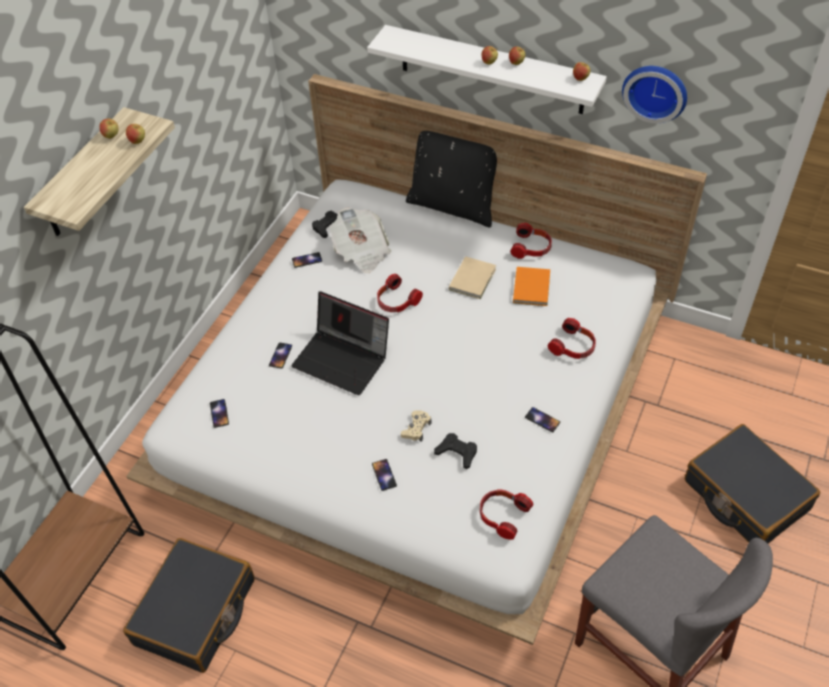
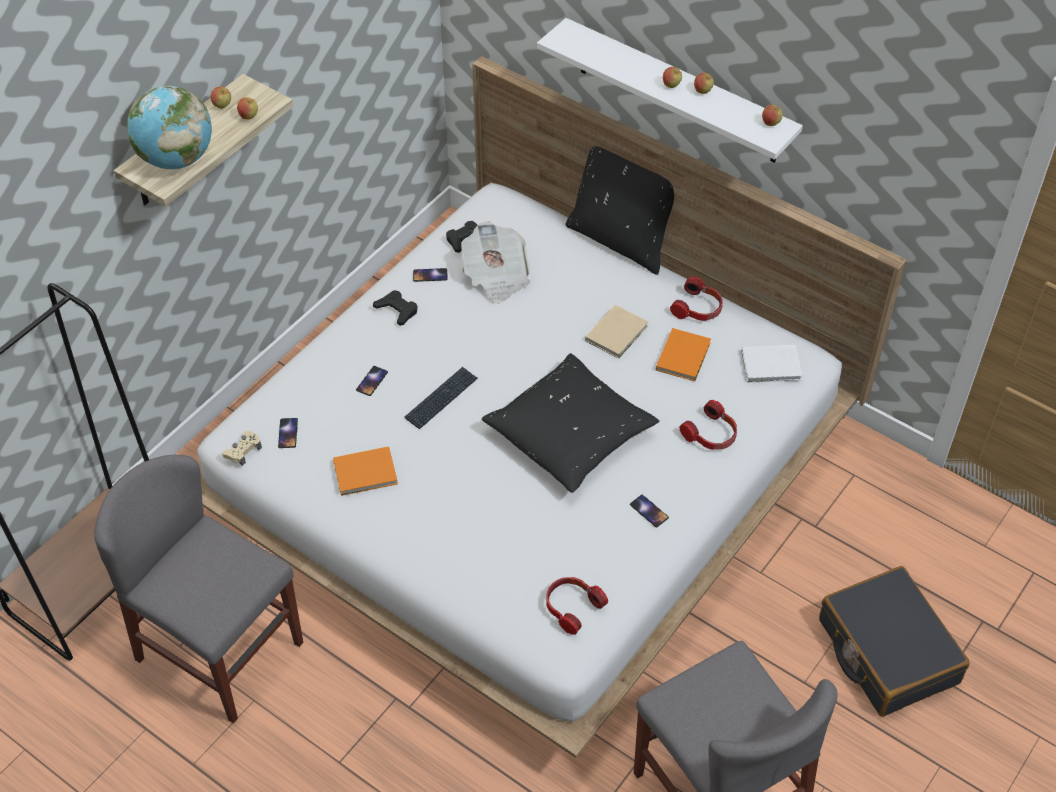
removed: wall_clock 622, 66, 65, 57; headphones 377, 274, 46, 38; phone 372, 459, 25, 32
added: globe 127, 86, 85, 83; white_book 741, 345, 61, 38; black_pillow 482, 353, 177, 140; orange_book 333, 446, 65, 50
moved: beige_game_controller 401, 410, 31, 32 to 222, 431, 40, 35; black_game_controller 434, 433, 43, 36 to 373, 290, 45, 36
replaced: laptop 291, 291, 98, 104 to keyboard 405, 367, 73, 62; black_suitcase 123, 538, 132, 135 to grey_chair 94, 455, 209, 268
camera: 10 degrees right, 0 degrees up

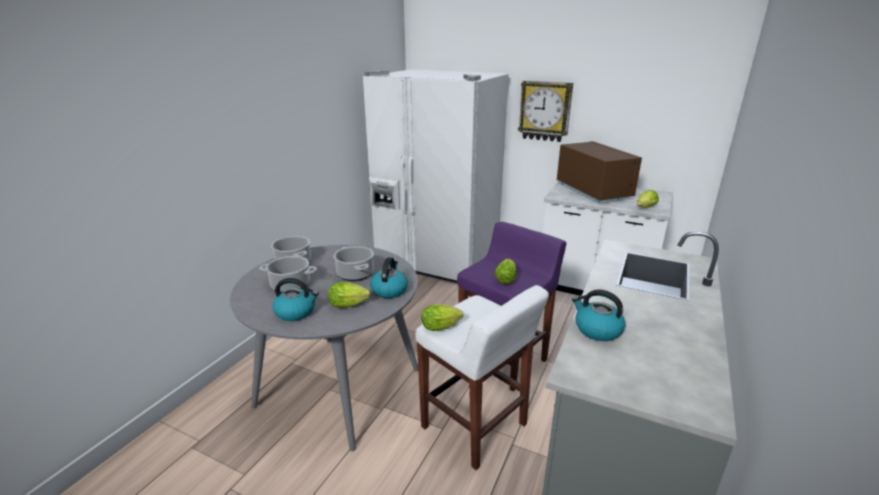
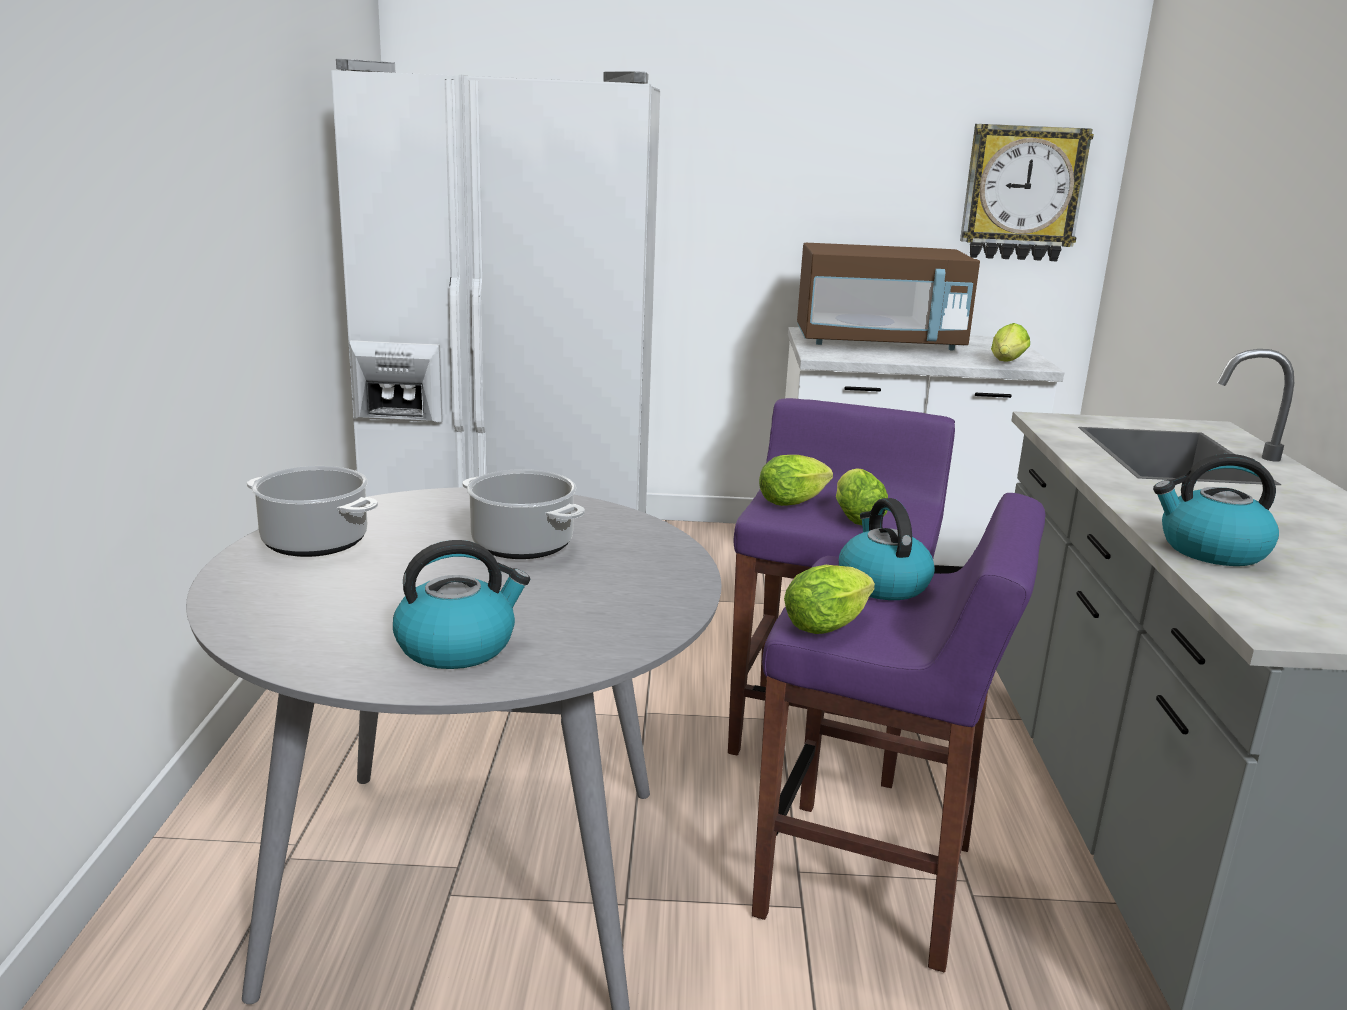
removed: cooking_pot 259, 256, 58, 37
moved: wall_clock 518, 81, 55, 61 to 960, 124, 134, 137; kettle 370, 257, 38, 41 to 839, 498, 96, 102; lettuce 328, 282, 43, 26 to 759, 455, 74, 51
recoloured: white_stool 415, 285, 134, 185 to purple_stool 752, 493, 293, 479
turned: brown_microwave 556, 141, 86, 62 = 797, 243, 183, 107 135 degrees clockwise
camera: 25 degrees left, 5 degrees down

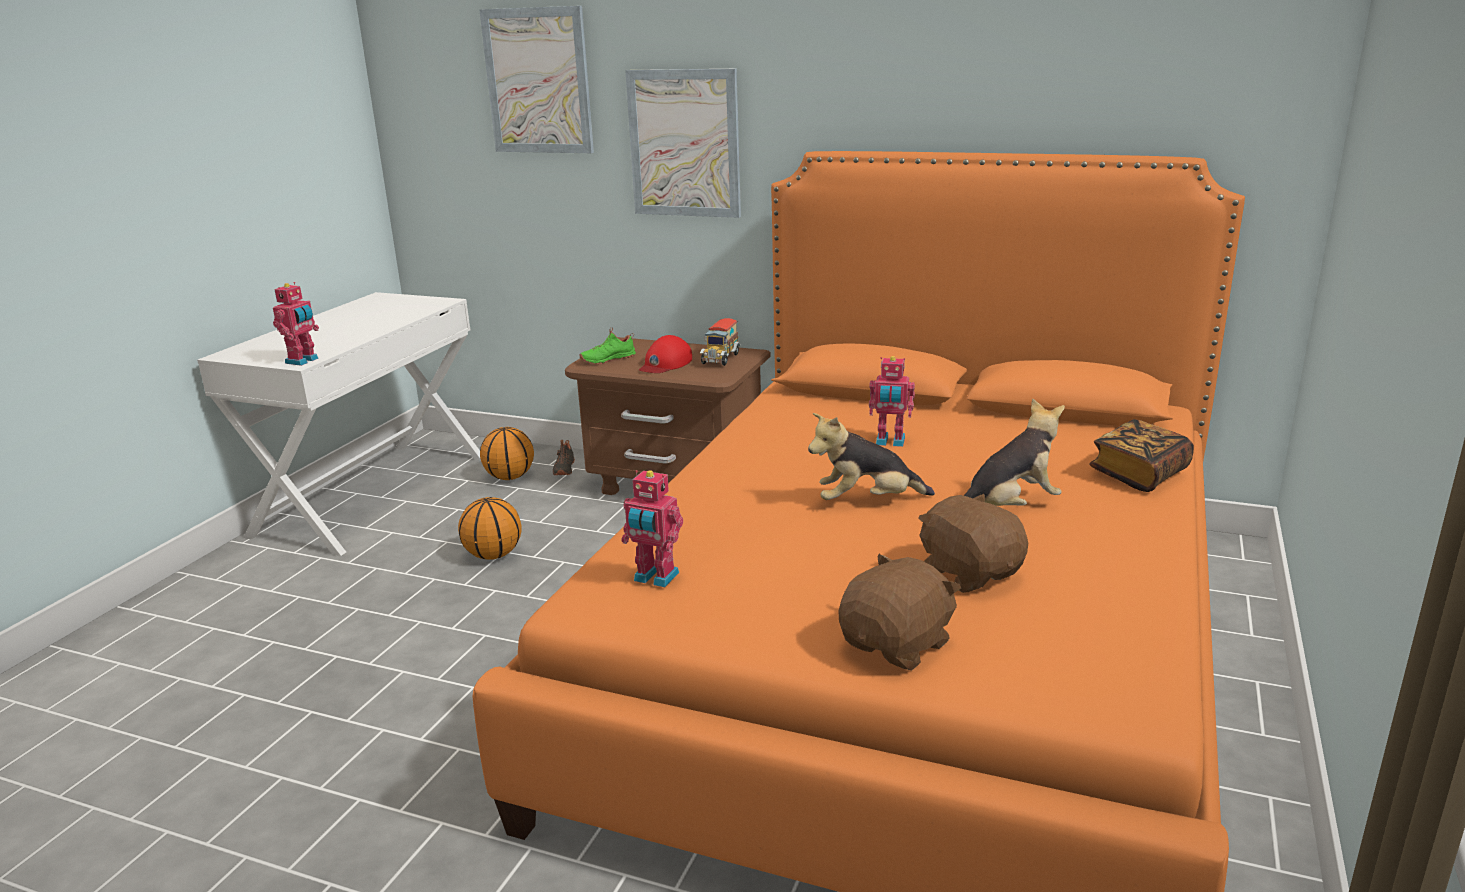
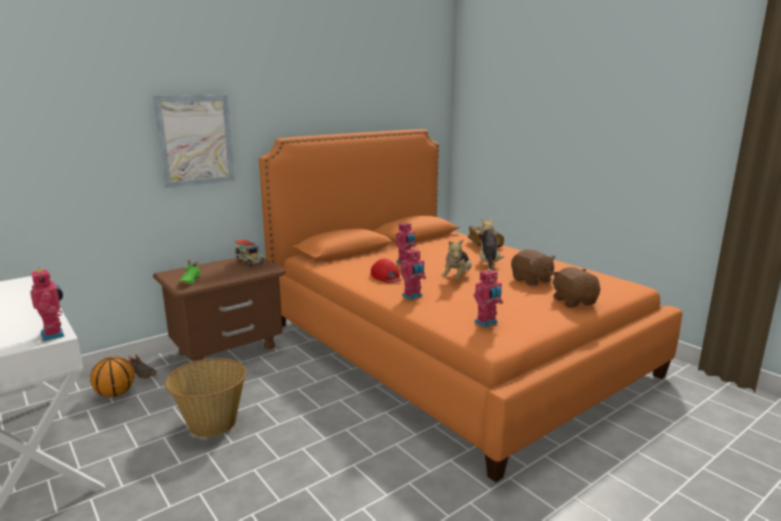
removed: picture 479, 6, 115, 147
added: toy_robot 400, 248, 26, 52
moved: red_cap 639, 335, 53, 38 to 371, 259, 31, 24
replaced: basketball 458, 497, 64, 62 to basket 165, 358, 81, 79
turned: brown_plush_toy 918, 494, 110, 99 = 511, 249, 45, 37 120 degrees counterclockwise
camera: 60 degrees left, 5 degrees down

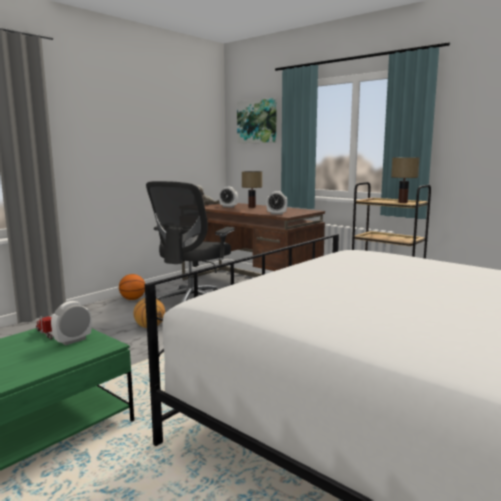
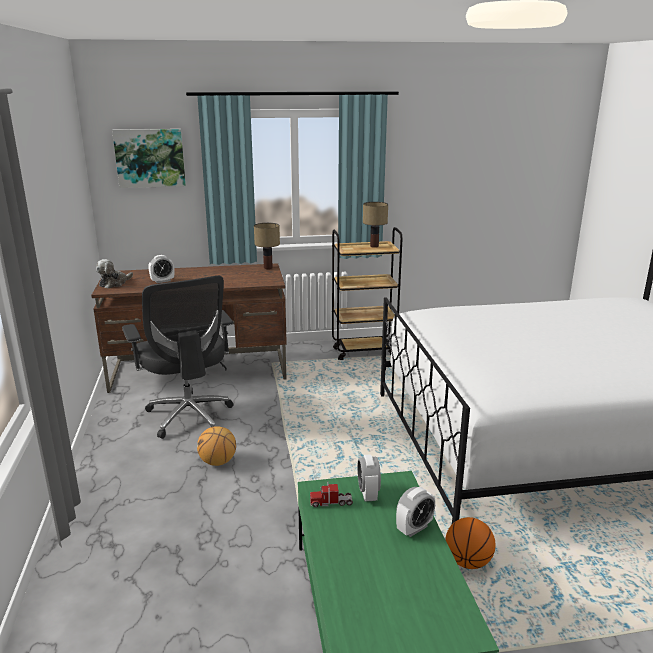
moved: table_lamp 242, 171, 20, 37 to 254, 223, 26, 46; alarm_clock 266, 191, 22, 24 to 396, 487, 39, 50; basketball 119, 274, 26, 26 to 445, 517, 51, 52
camera: 50 degrees left, 10 degrees up

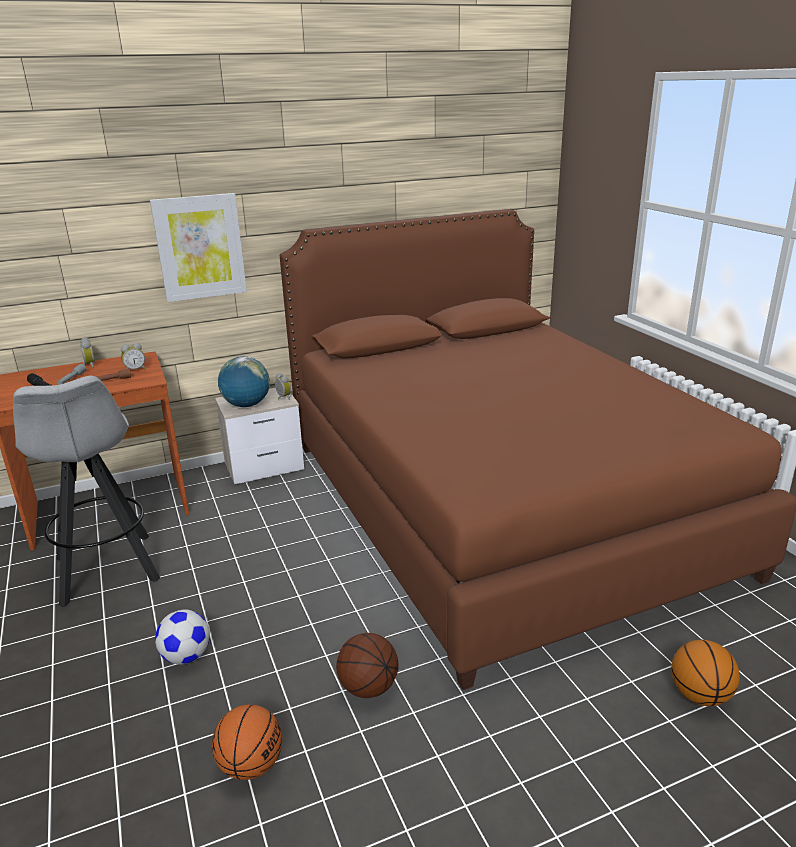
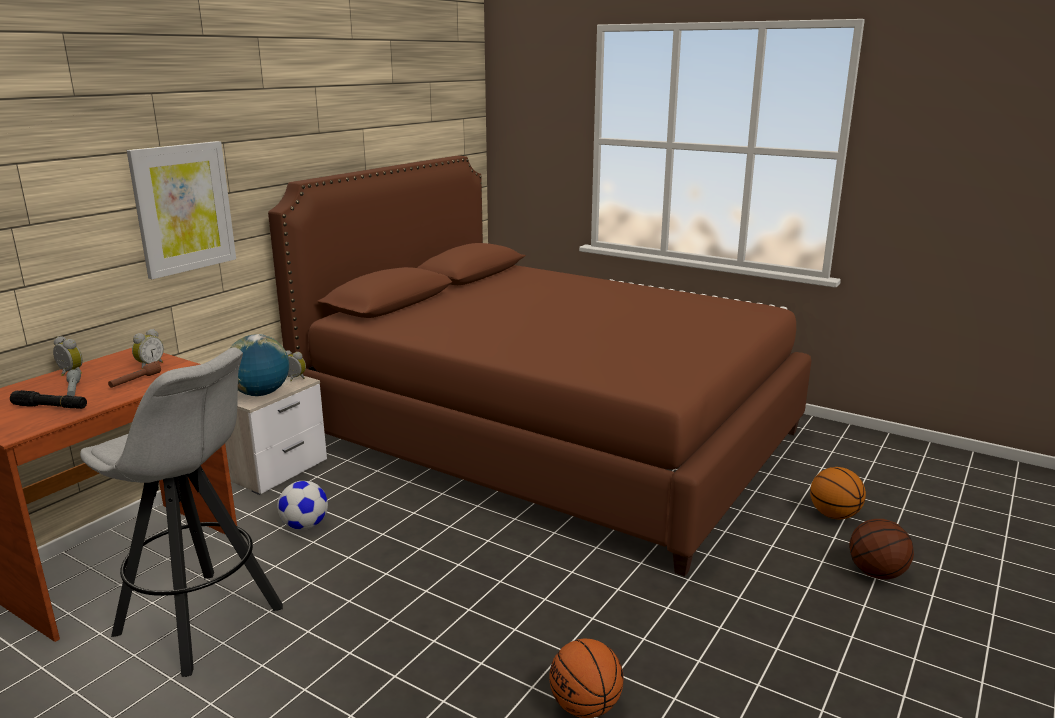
moved: football 155, 610, 55, 55 to 277, 481, 51, 49; basketball 336, 633, 63, 65 to 849, 519, 65, 60
camera: 35 degrees left, 5 degrees down

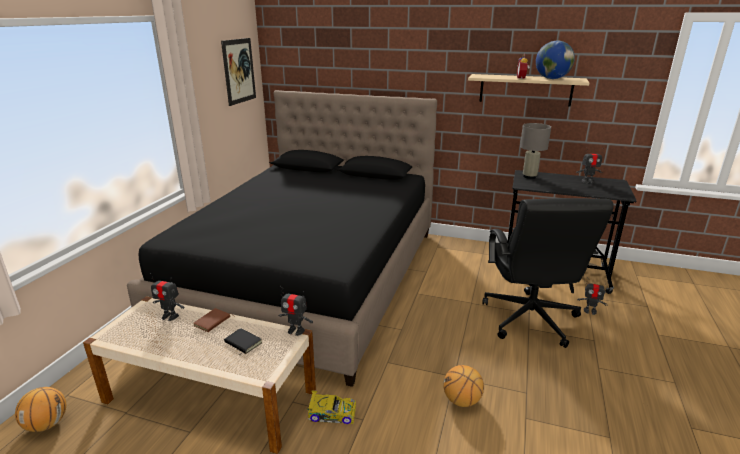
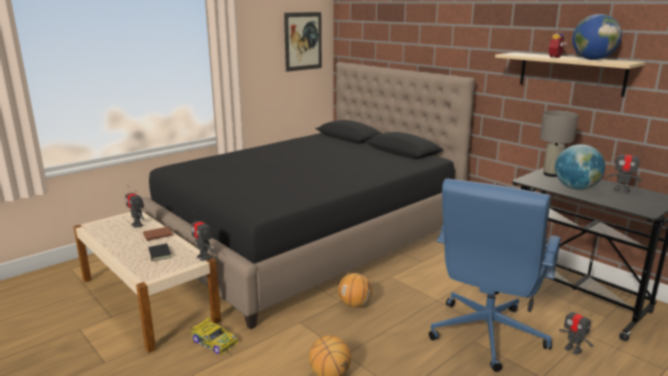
added: globe 555, 144, 50, 46
moved: basketball 15, 387, 51, 45 to 338, 273, 34, 35
recoloured: black_office_chair 482, 198, 132, 150 to blue_office_chair 429, 179, 132, 193
camera: 30 degrees right, 5 degrees down

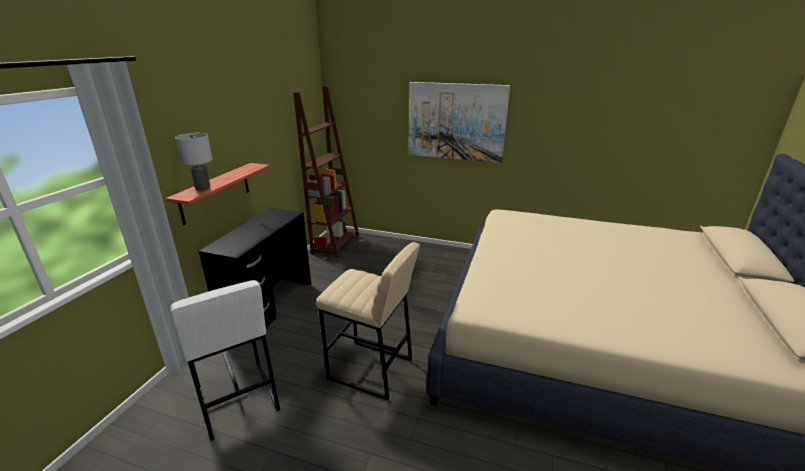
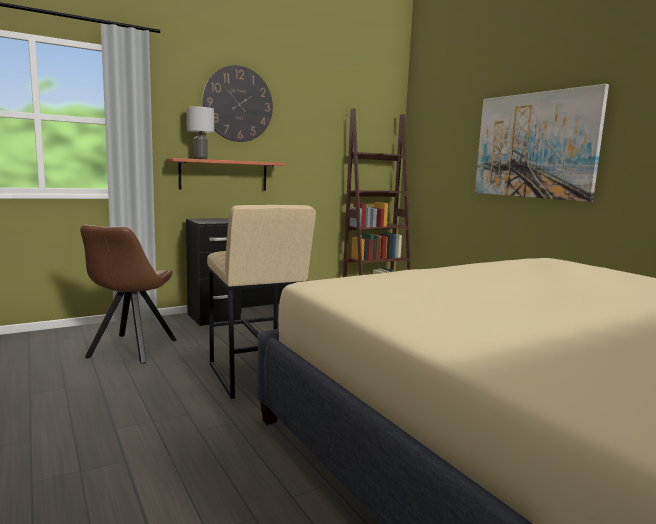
added: wall_clock 203, 65, 70, 77
replaced: white_stool 170, 280, 110, 161 to brown_chair 80, 225, 97, 139
camera: 40 degrees right, 15 degrees down

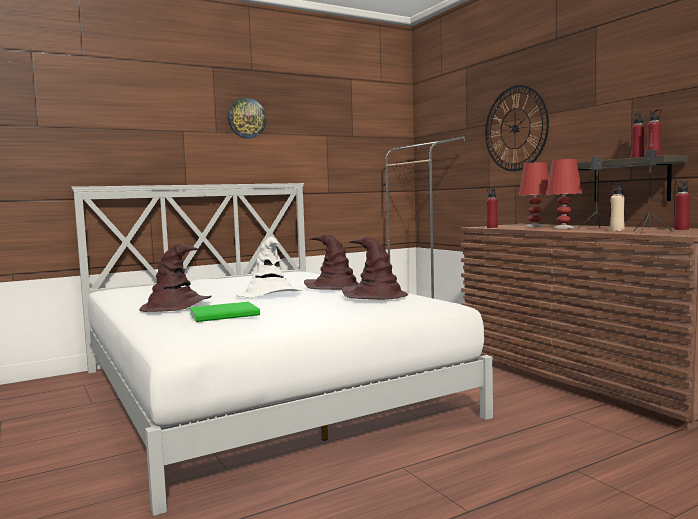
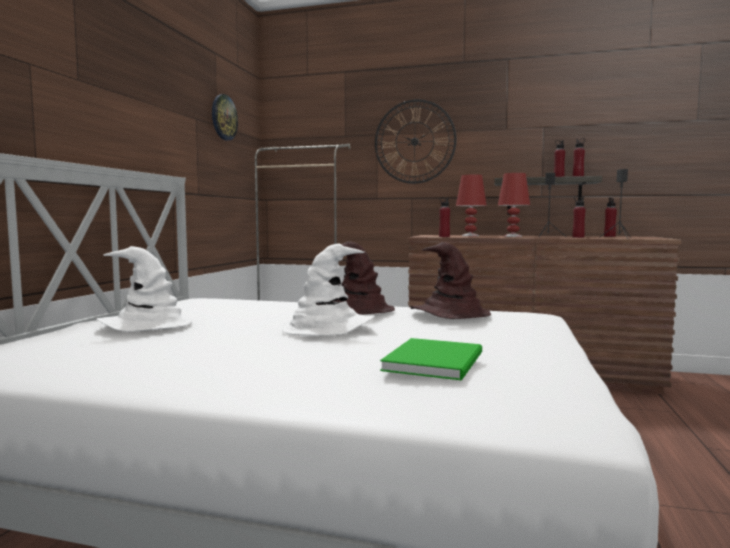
removed: brown_hat 139, 243, 72, 69
added: white_hat 97, 246, 96, 86
moved: wall_clock 228, 98, 39, 41 to 212, 94, 26, 46
recoloured: beige_bottle 610, 183, 15, 48 to red_bottle 572, 196, 14, 42
camera: 45 degrees left, 0 degrees up

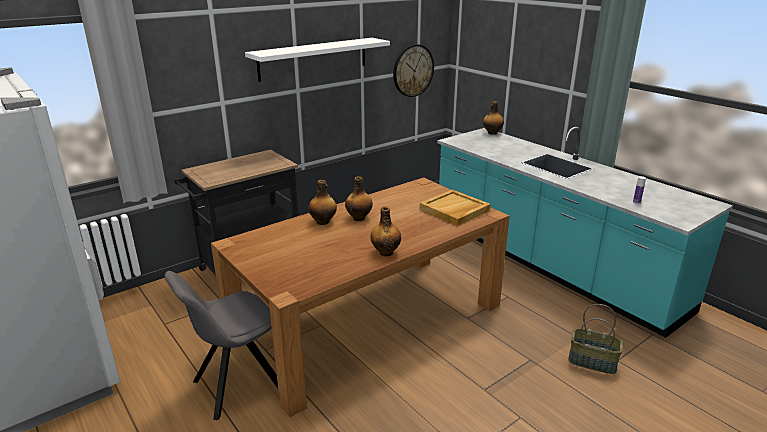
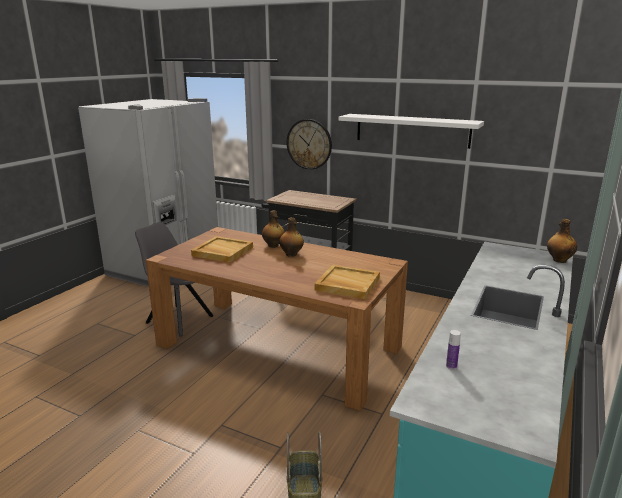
removed: bottle 370, 207, 31, 49
added: beige_tray 191, 236, 62, 27
moved: wall_clock 393, 44, 41, 53 to 286, 119, 46, 51
camera: 65 degrees right, 5 degrees down

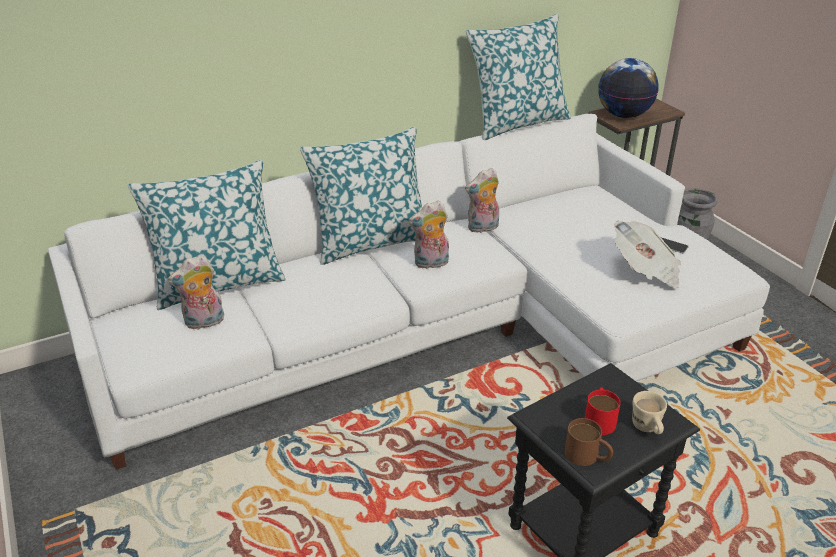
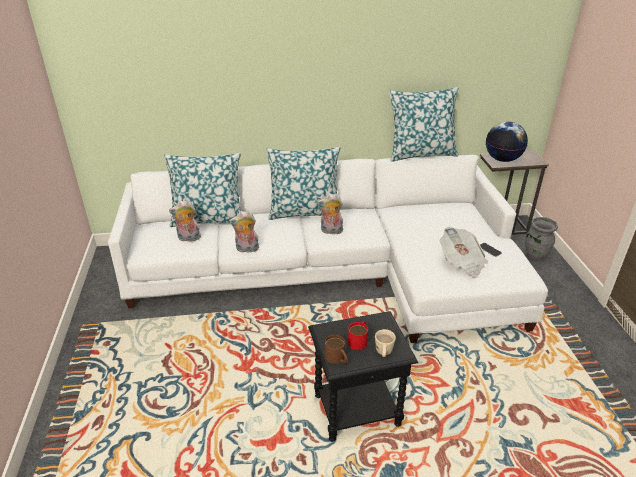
moved: plush_toy 465, 168, 34, 65 to 229, 210, 30, 43
camera: 20 degrees right, 0 degrees up

